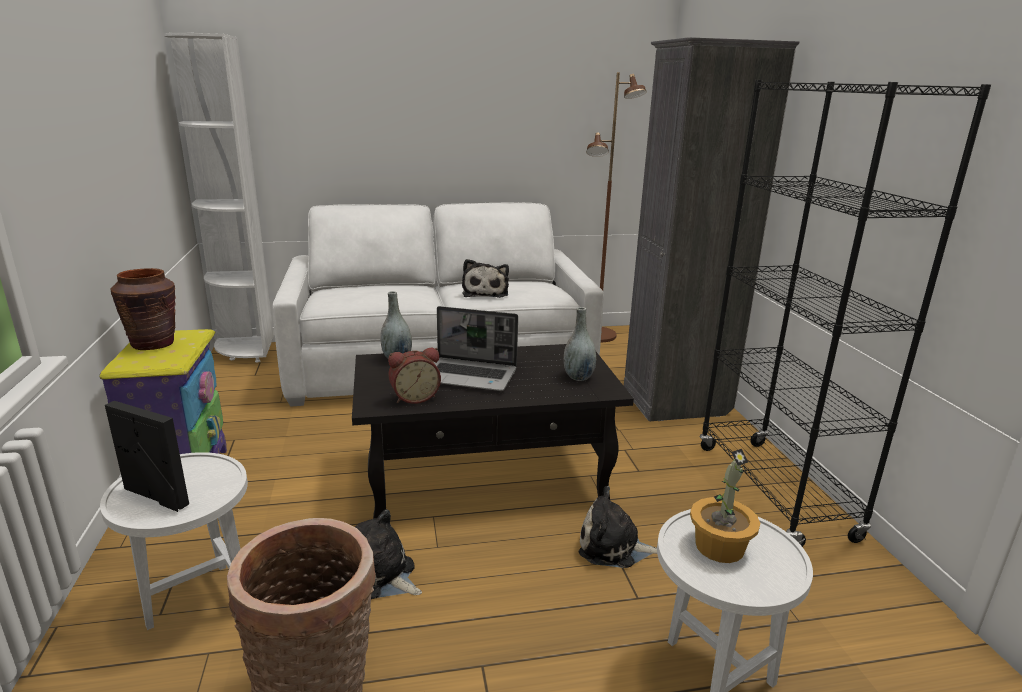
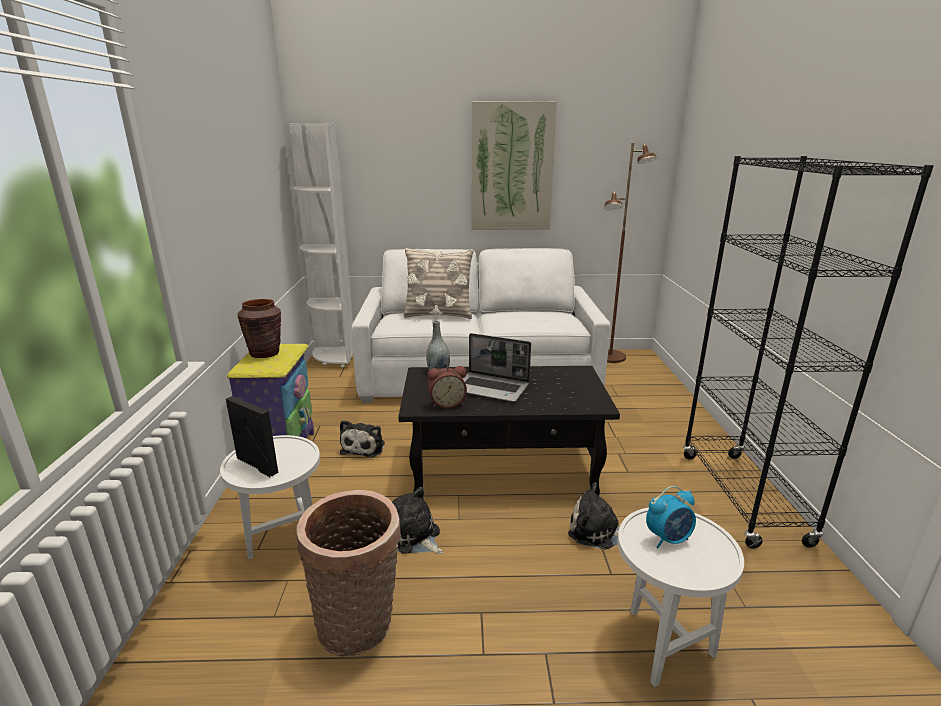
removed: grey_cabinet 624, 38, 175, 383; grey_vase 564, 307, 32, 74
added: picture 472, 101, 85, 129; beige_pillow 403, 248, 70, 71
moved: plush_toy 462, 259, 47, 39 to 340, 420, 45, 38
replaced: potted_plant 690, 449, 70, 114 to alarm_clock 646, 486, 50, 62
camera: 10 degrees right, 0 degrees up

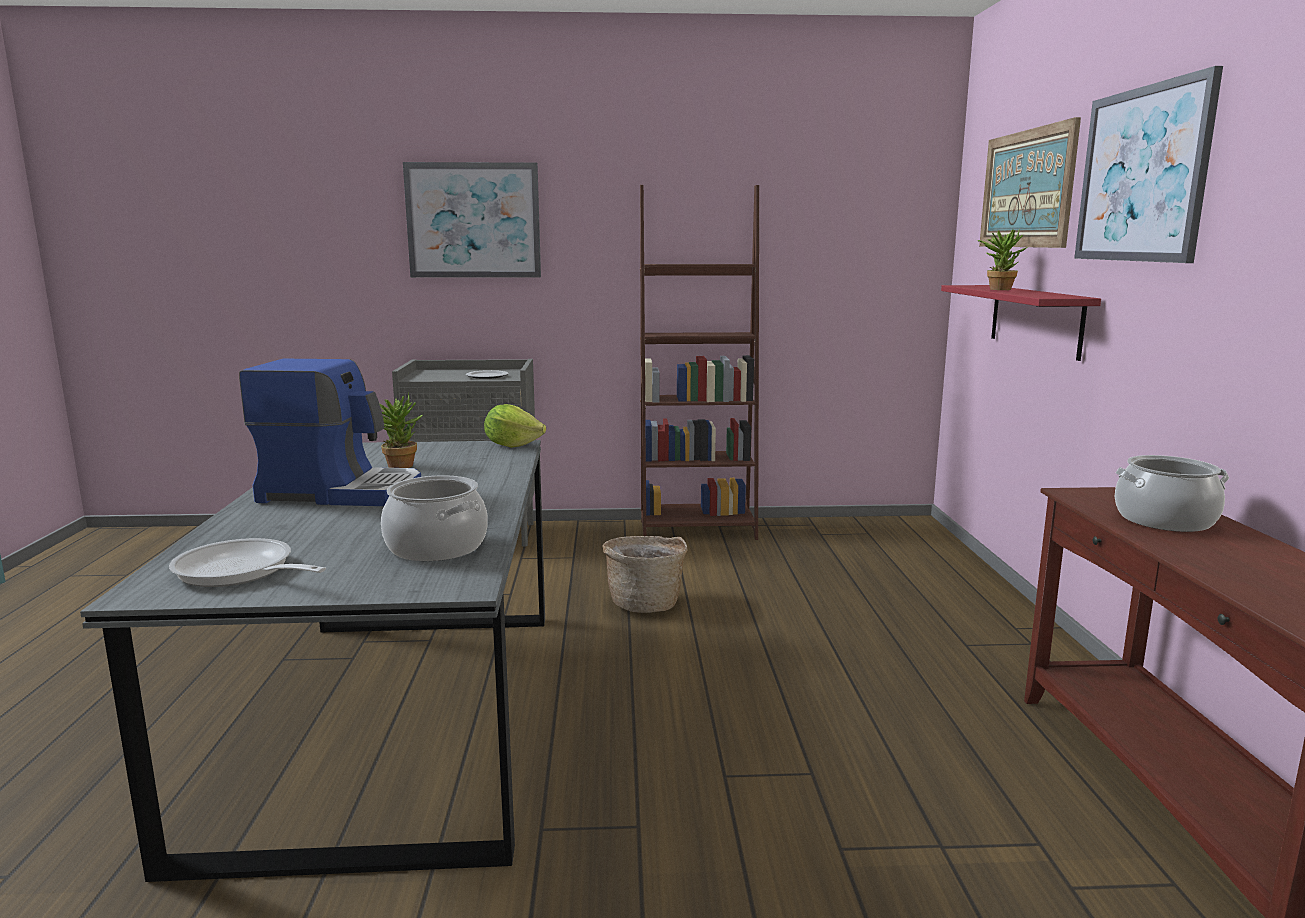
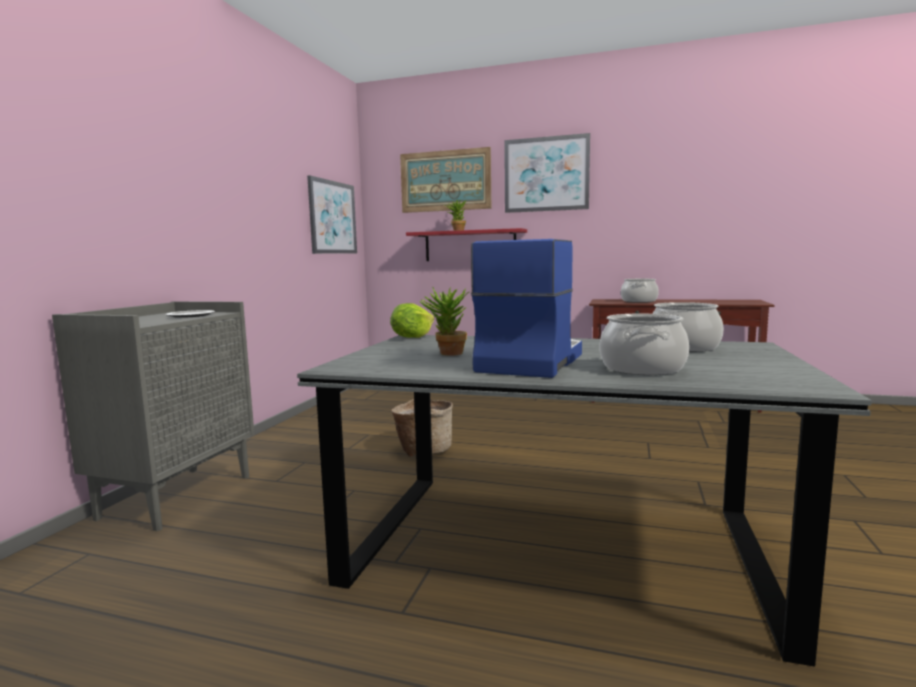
removed: brown_bookcase 640, 185, 119, 355; frying_pan 169, 538, 157, 49
added: cooking_pot 600, 314, 89, 61
moved: picture 403, 162, 138, 116 to 307, 175, 50, 79
camera: 70 degrees left, 5 degrees down

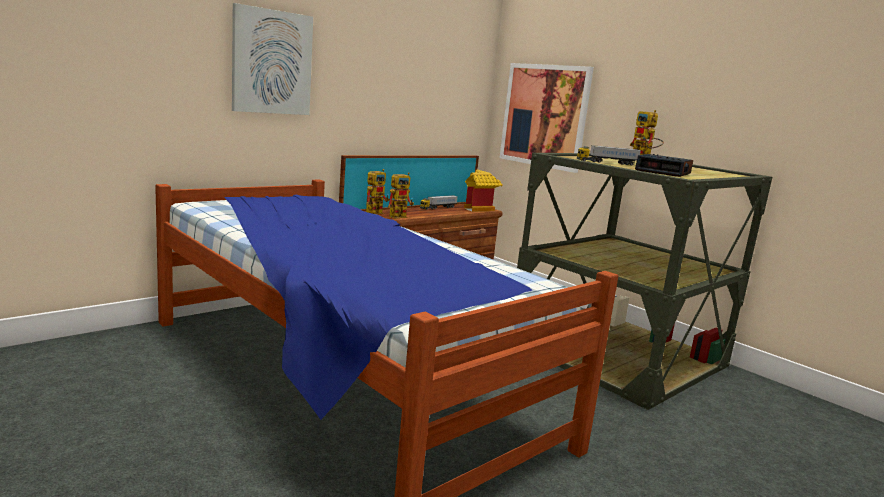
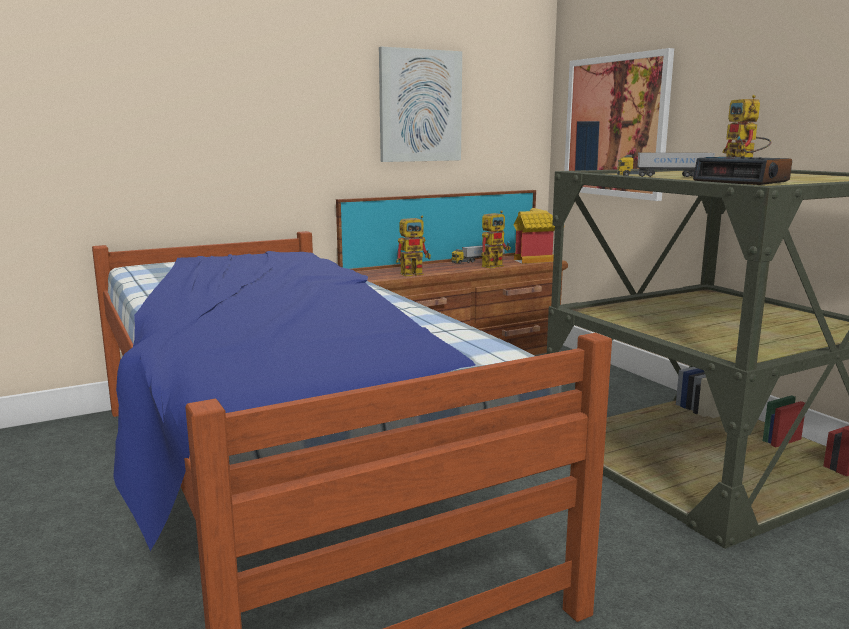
moved: picture 232, 3, 81, 112 to 379, 46, 83, 116; toy_robot 366, 169, 23, 46 to 481, 210, 30, 59
camera: 15 degrees right, 0 degrees up

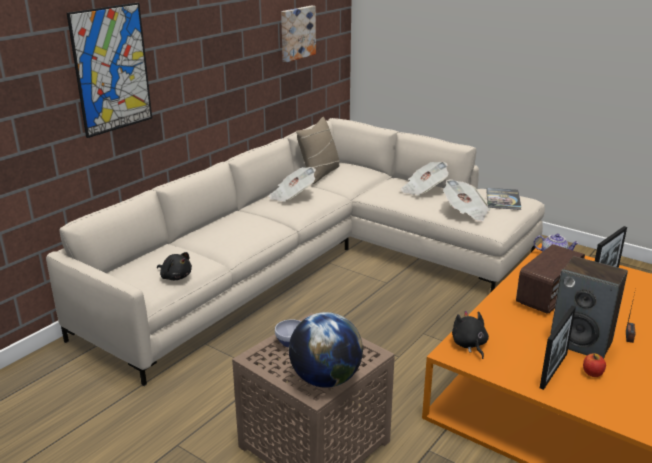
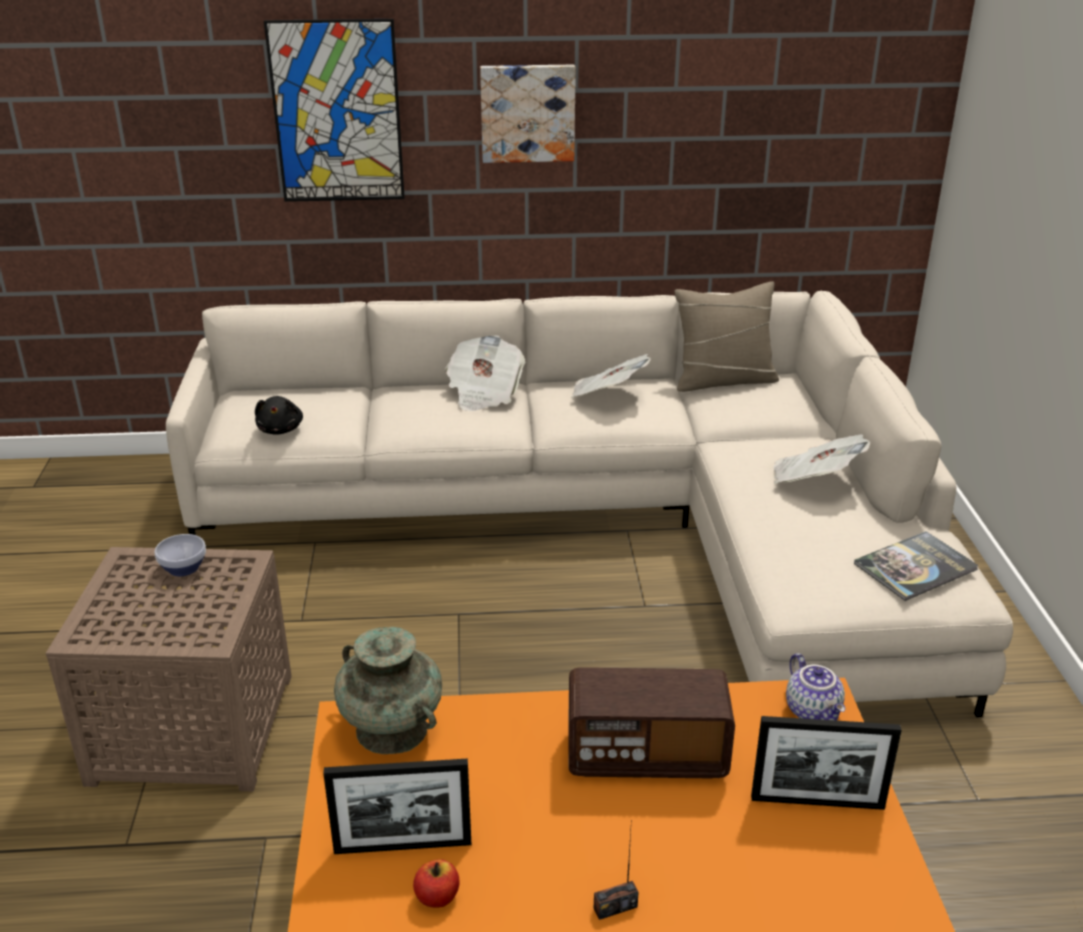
removed: speaker 550, 256, 78, 103; globe 289, 312, 74, 76
moved: picture 281, 6, 35, 56 to 480, 65, 96, 98; newspaper 443, 179, 47, 43 to 446, 336, 79, 75
replaced: black_plush_toy 452, 310, 37, 49 to turquoise_vase 334, 627, 108, 127
camera: 50 degrees right, 5 degrees up

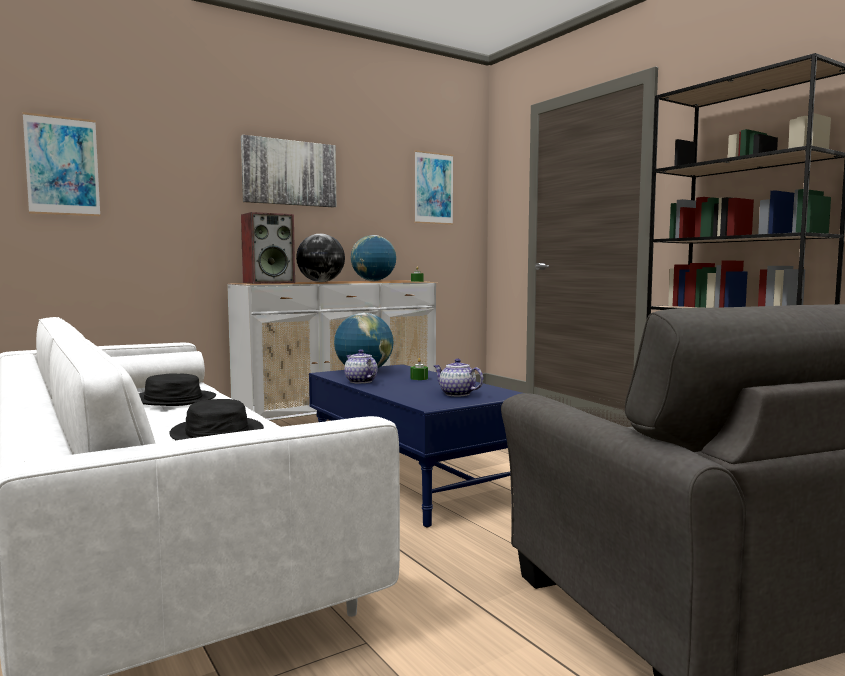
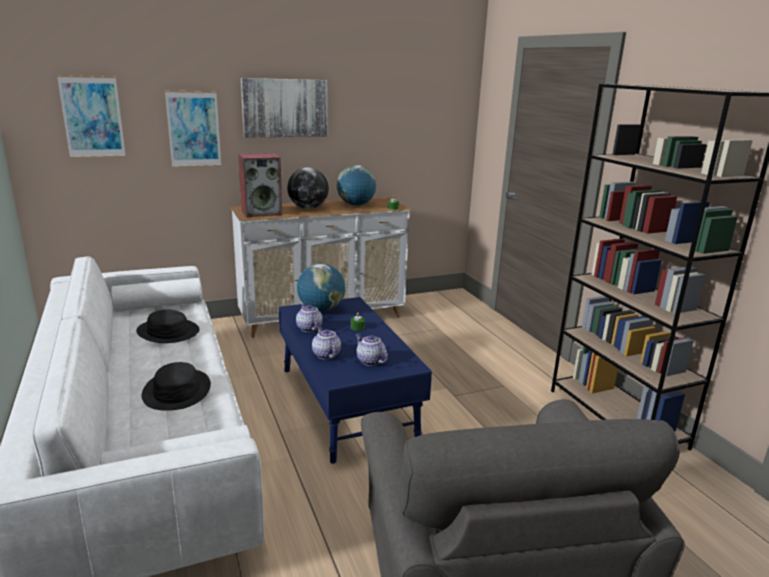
added: teapot 312, 327, 29, 32
moved: picture 414, 150, 40, 75 to 165, 91, 56, 77
camera: 10 degrees right, 15 degrees up

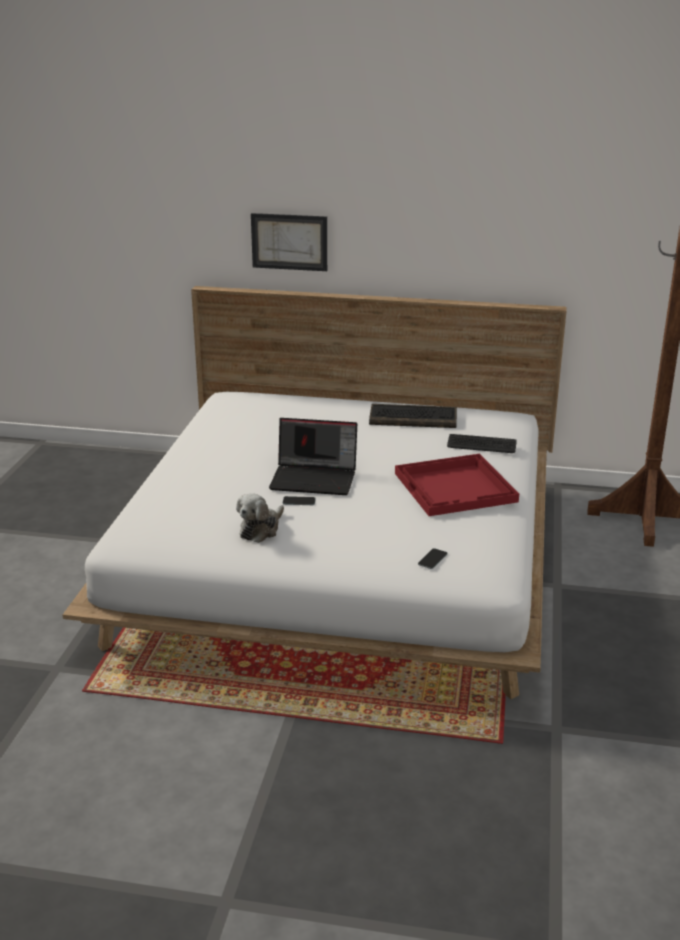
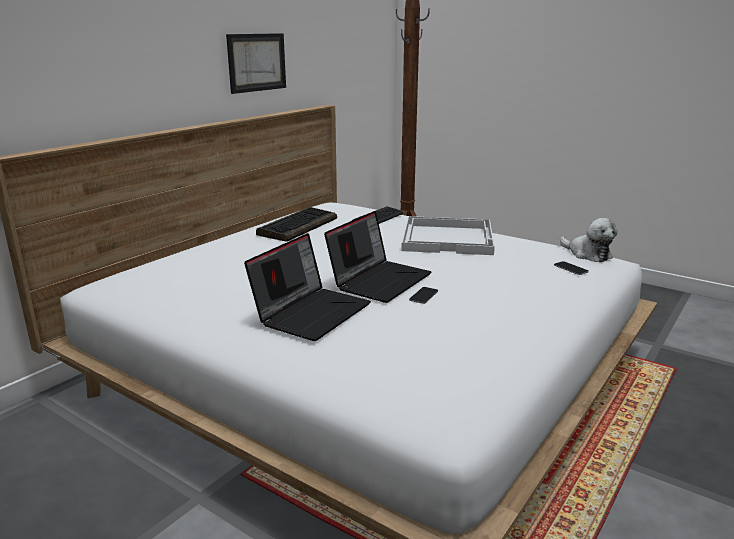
added: laptop 244, 233, 127, 108
moved: picture 251, 213, 76, 58 to 226, 33, 60, 61; plush_toy 236, 493, 48, 50 to 560, 218, 58, 44
recoloured: red_tray 395, 454, 124, 62 to white_tray 401, 216, 94, 39
camera: 65 degrees left, 5 degrees down

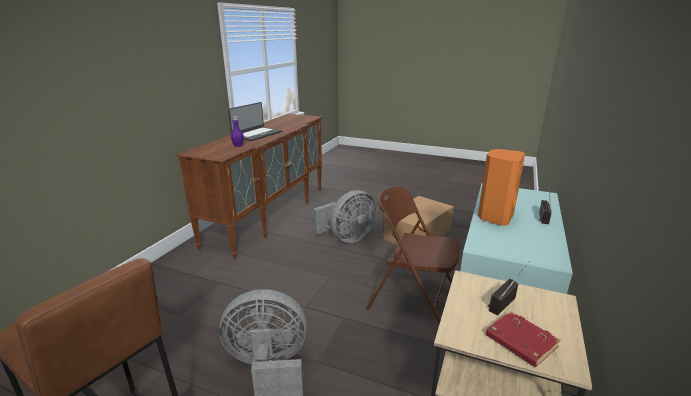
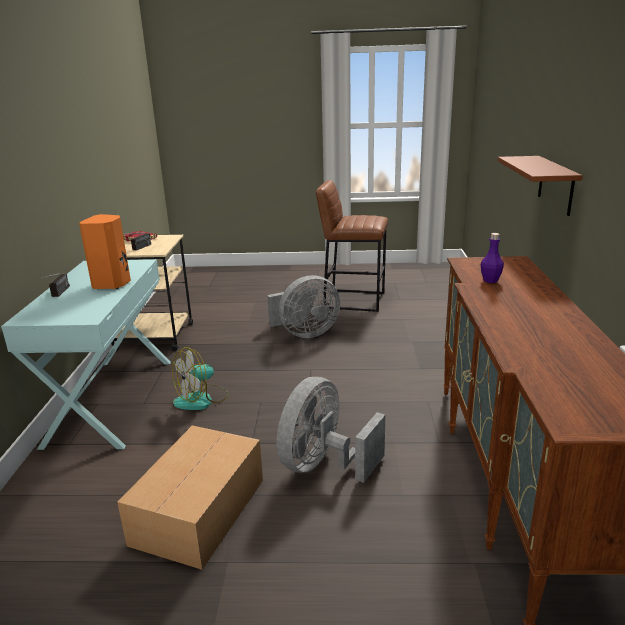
removed: laptop 228, 102, 54, 39
added: brown_shelf 498, 156, 85, 60
replaced: brown_chair 367, 186, 92, 138 to fan 172, 347, 57, 63
camera: 160 degrees right, 0 degrees up

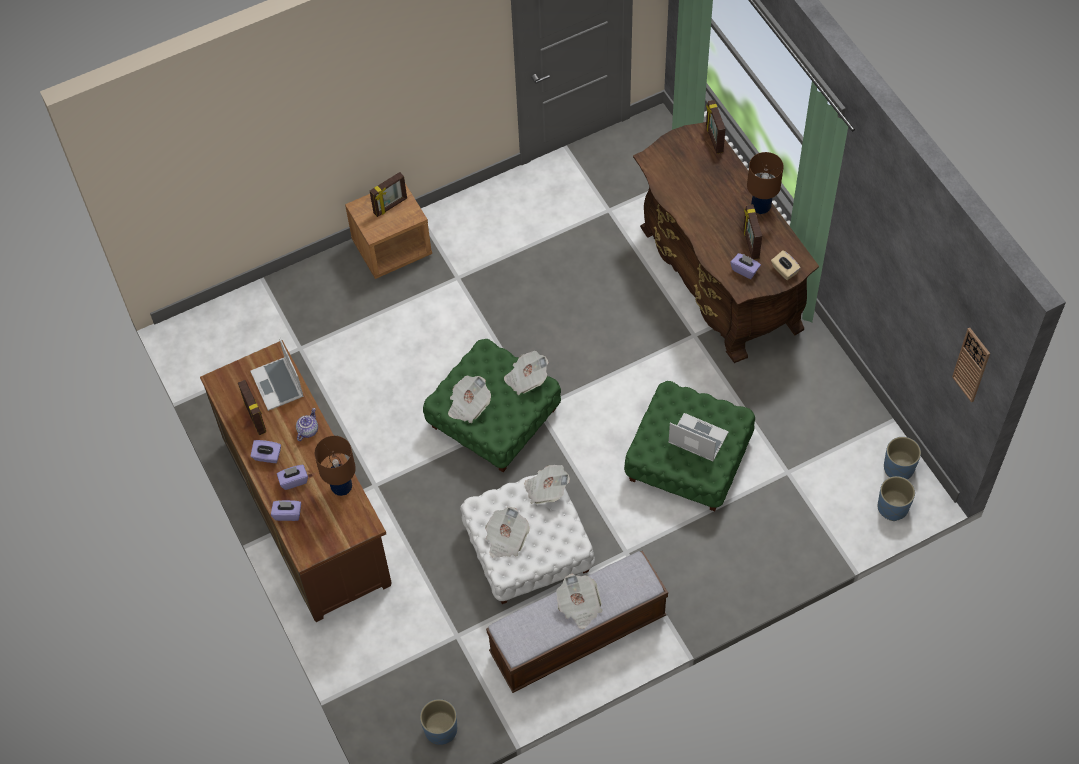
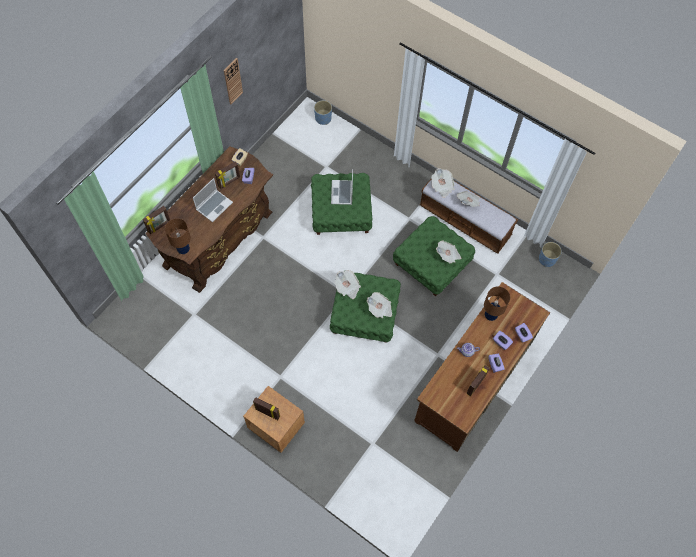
removed: blue_planter 884, 437, 37, 42
moved: brown_table_lamp 747, 152, 37, 62 to 165, 218, 26, 36; wall_clock 952, 328, 38, 74 to 224, 58, 19, 46; laptop 250, 337, 54, 74 to 193, 178, 40, 44; newspaper 524, 465, 46, 39 to 431, 168, 24, 30
recoloured: white_ottoman 460, 474, 135, 130 to green_ottoman 393, 216, 82, 80
camera: 120 degrees left, 5 degrees up

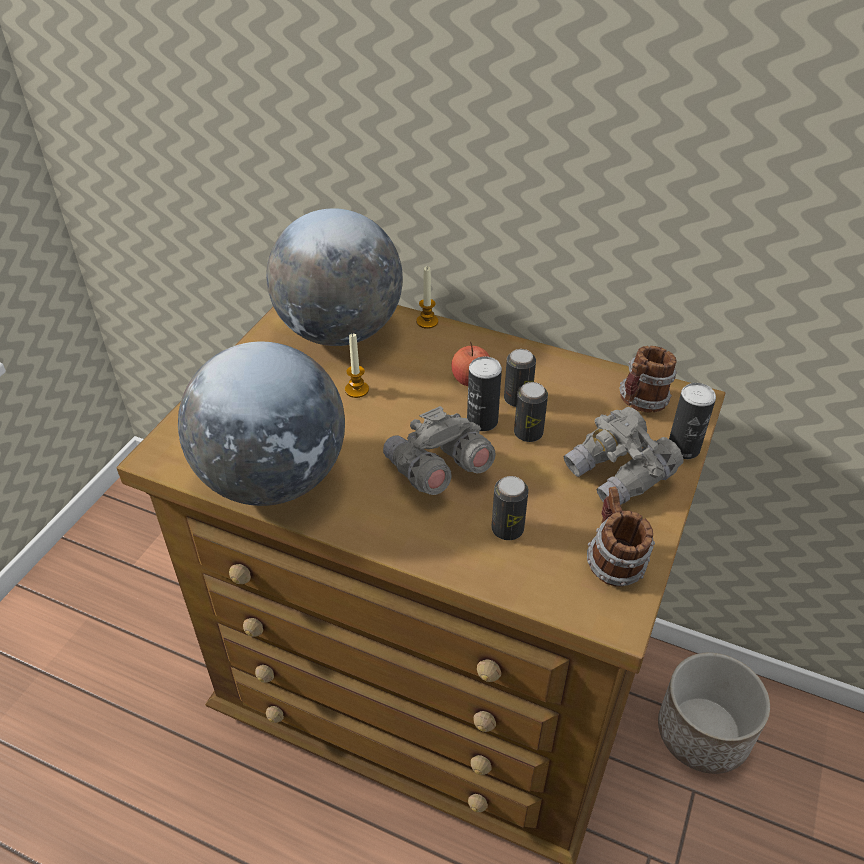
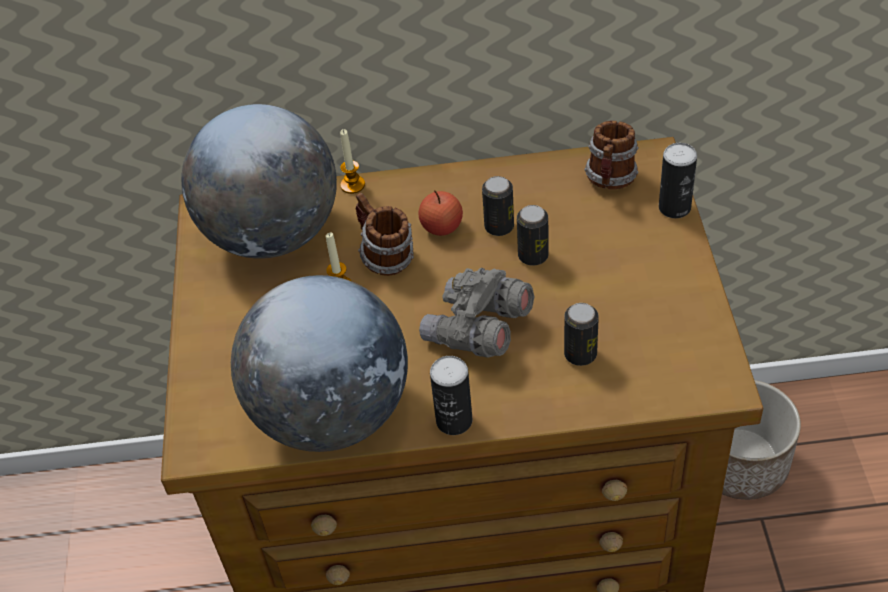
removed: grey_binoculars 564, 407, 119, 98
moved: can 467, 356, 35, 75 to 430, 356, 42, 79; mug 587, 486, 68, 101 to 356, 193, 58, 83
camera: 25 degrees left, 5 degrees up

